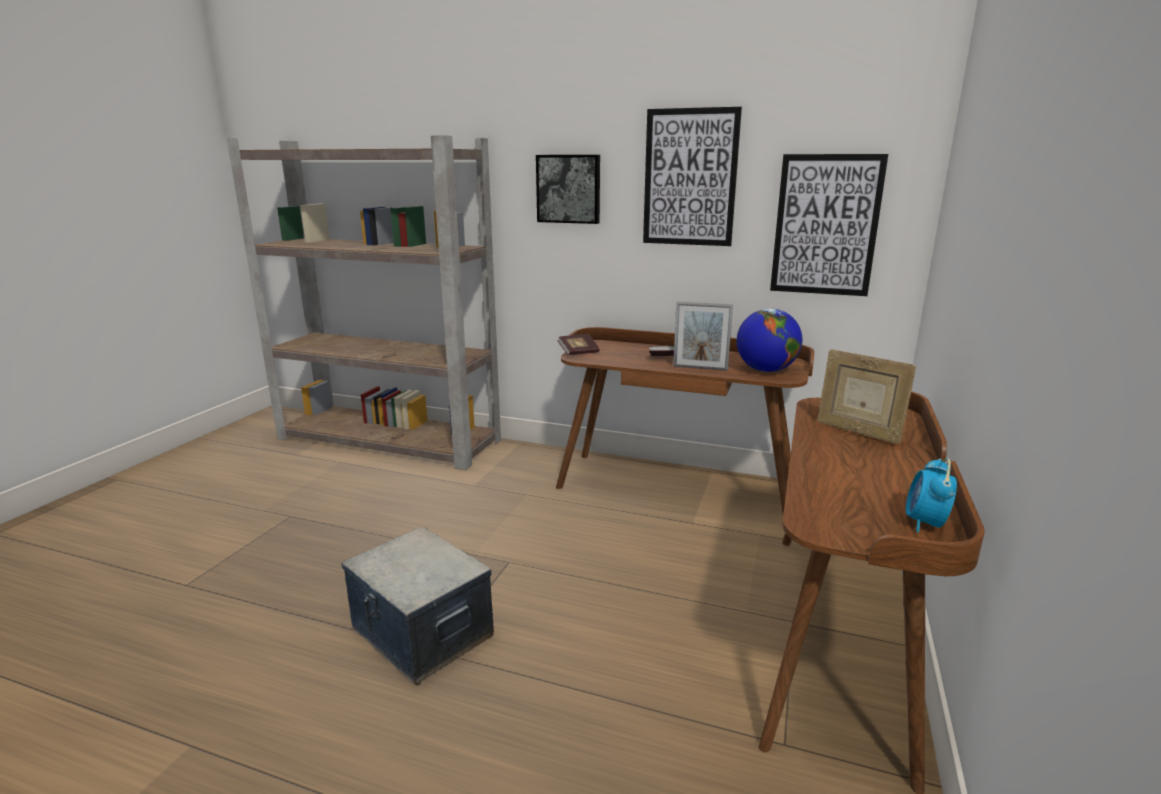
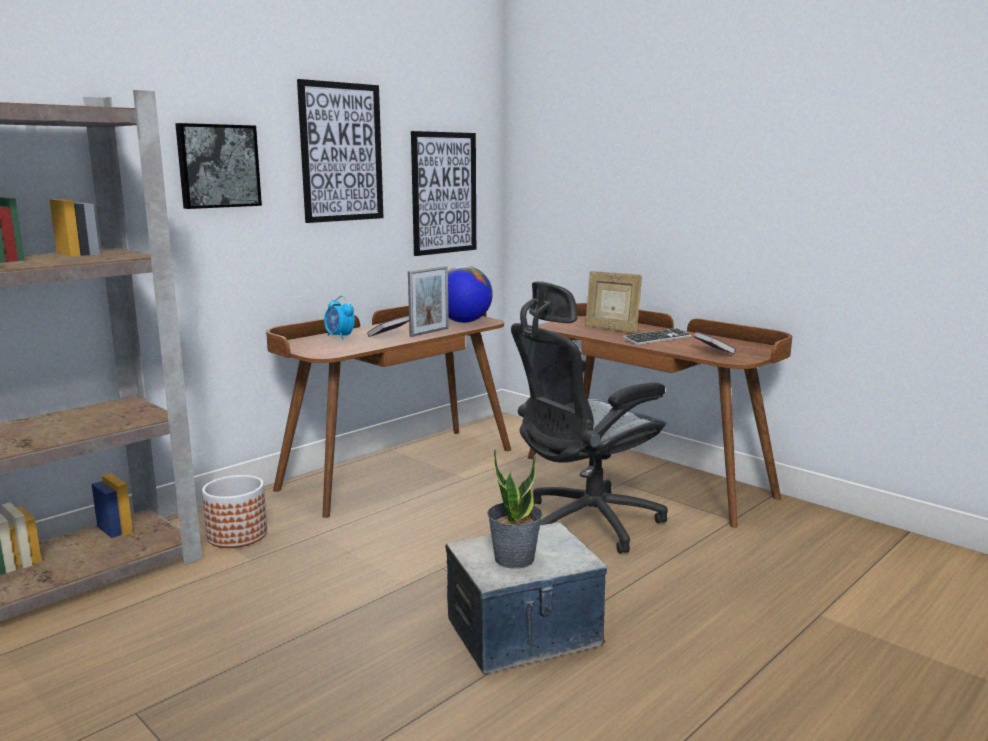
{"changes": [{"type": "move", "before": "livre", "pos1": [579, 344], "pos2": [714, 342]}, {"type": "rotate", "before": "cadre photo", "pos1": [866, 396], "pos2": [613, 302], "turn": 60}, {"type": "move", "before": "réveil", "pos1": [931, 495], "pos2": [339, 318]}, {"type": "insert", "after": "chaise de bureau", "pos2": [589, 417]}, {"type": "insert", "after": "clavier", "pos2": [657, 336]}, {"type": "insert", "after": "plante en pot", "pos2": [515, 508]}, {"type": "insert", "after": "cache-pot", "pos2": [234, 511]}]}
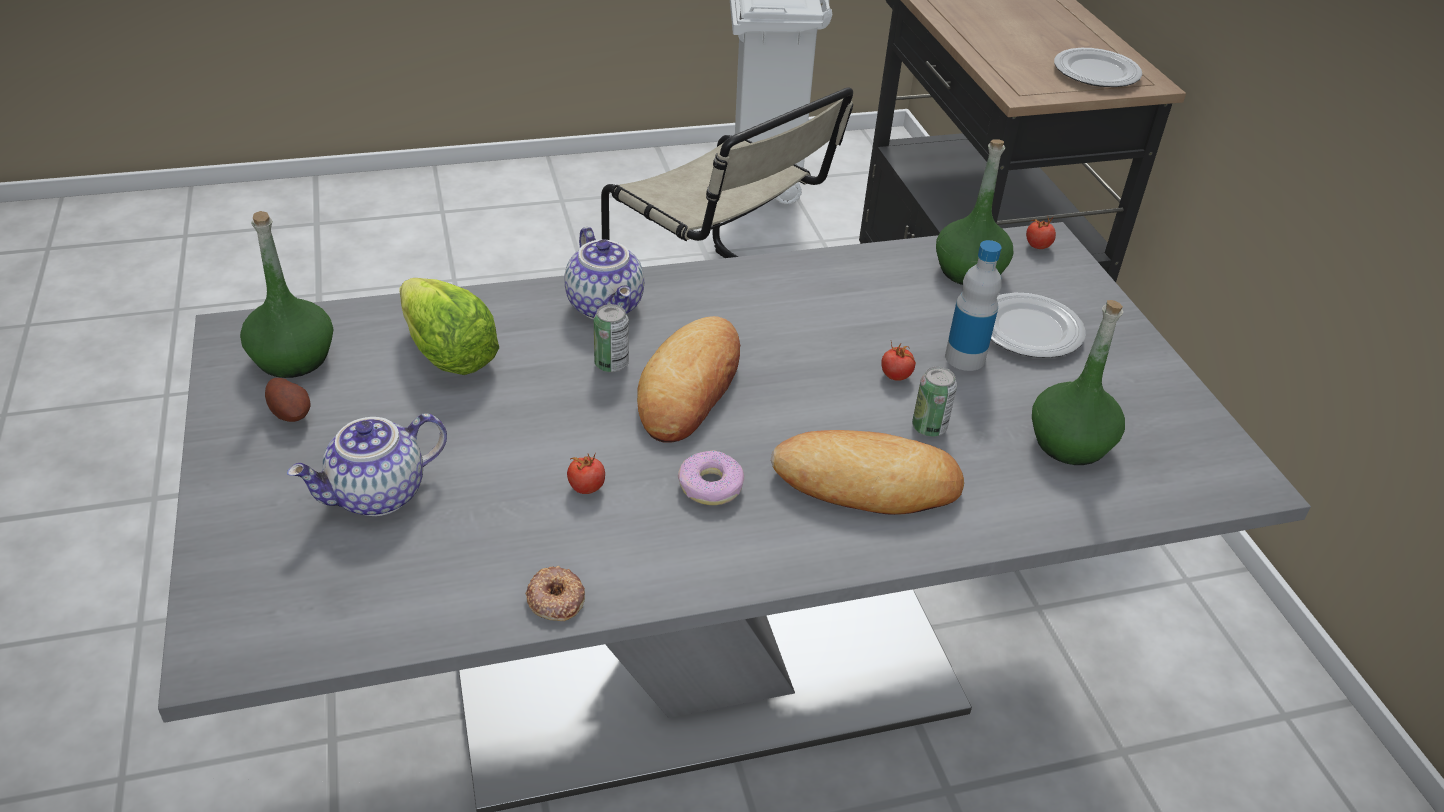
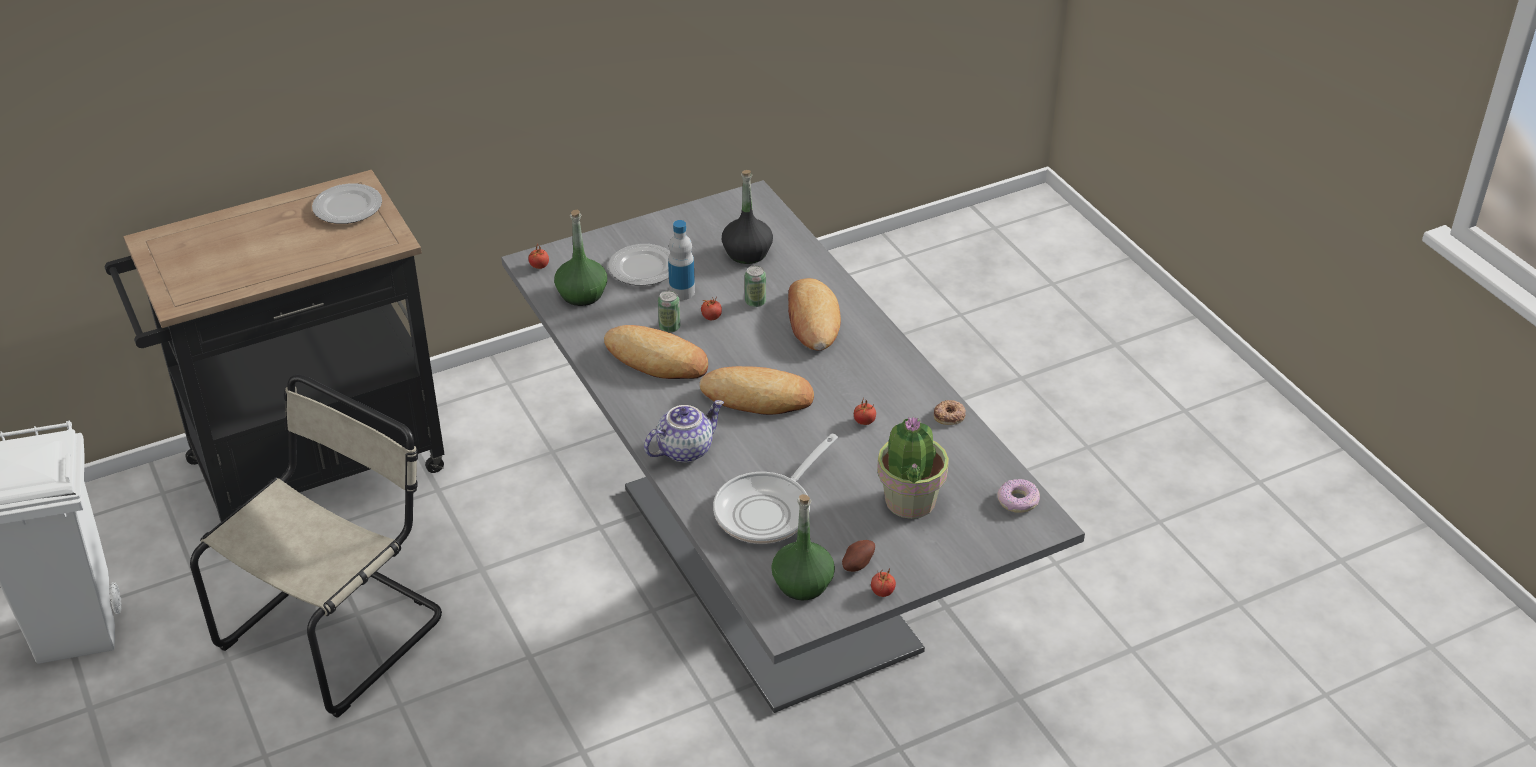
{"changes": [{"type": "replace", "before": "laitue", "after": "poêle", "pos1": [449, 326], "pos2": [775, 489]}, {"type": "recolor", "before": "bouteille [vert]", "after": "bouteille [noir]", "pos1": [1078, 382], "pos2": [747, 217]}, {"type": "move", "before": "boîte métallique", "pos1": [611, 338], "pos2": [669, 311]}, {"type": "replace", "before": "théière", "after": "plante en pot", "pos1": [367, 464], "pos2": [913, 468]}, {"type": "move", "before": "beignet", "pos1": [711, 478], "pos2": [1019, 496]}, {"type": "insert", "after": "pain", "pos2": [656, 352]}, {"type": "insert", "after": "tomate", "pos2": [883, 583]}]}
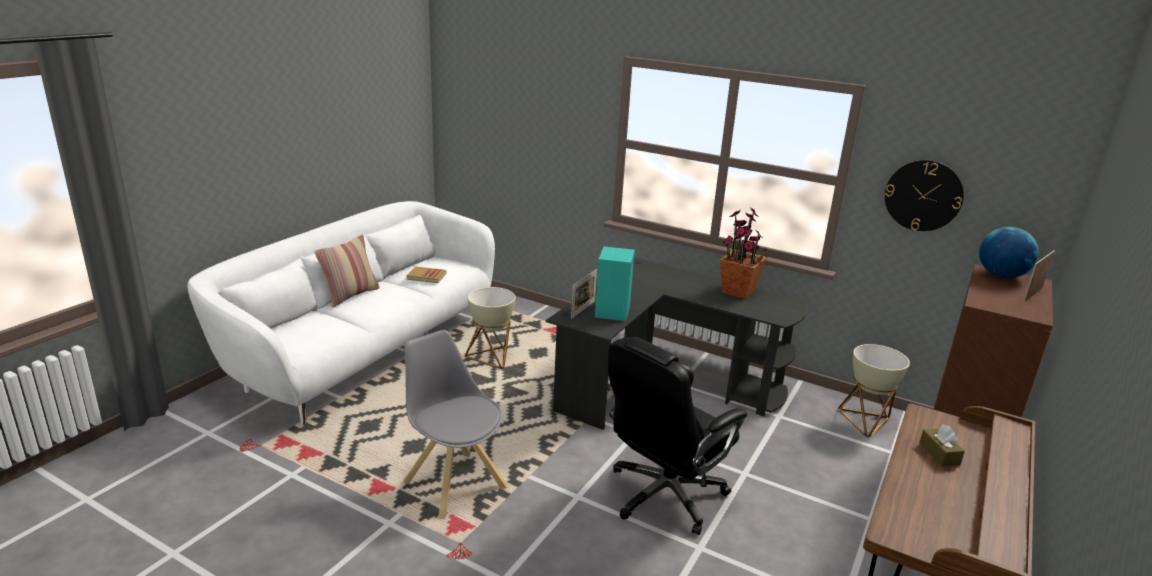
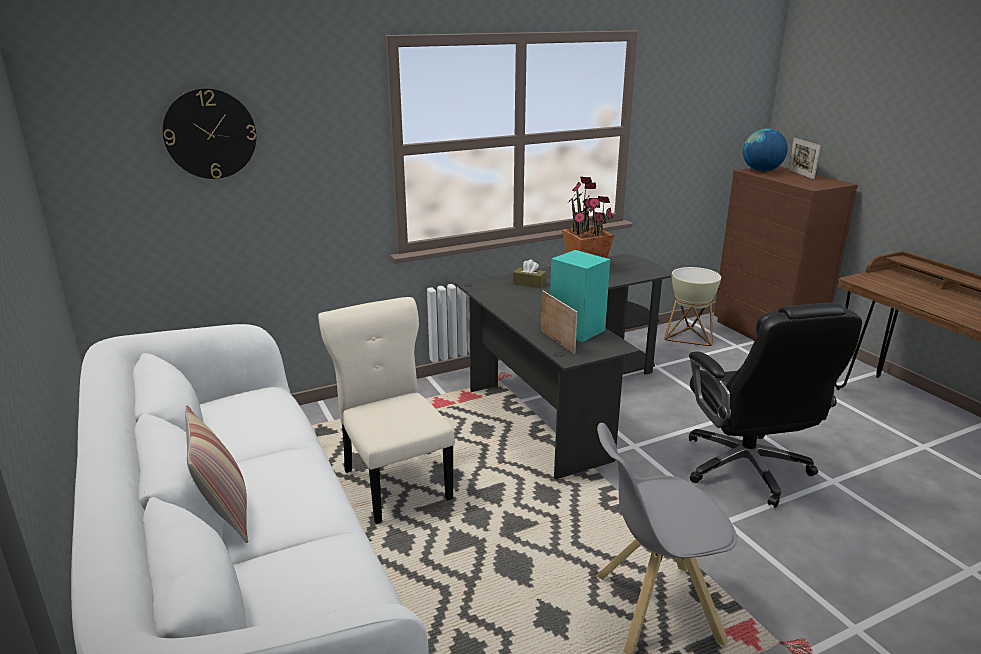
{"changes": [{"type": "move", "before": "horloge murale", "pos1": [924, 195], "pos2": [209, 133]}, {"type": "delete", "before": "livre", "pos1": [426, 274]}, {"type": "replace", "before": "cache-pot", "after": "chaise [beige]", "pos1": [490, 328], "pos2": [386, 410]}, {"type": "move", "before": "boîte à mouchoirs [marron]", "pos1": [942, 445], "pos2": [529, 273]}]}
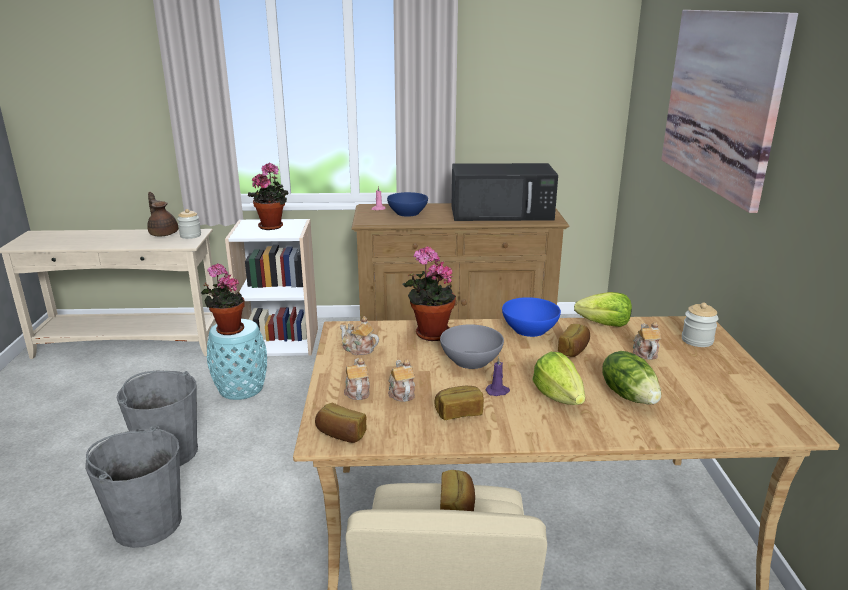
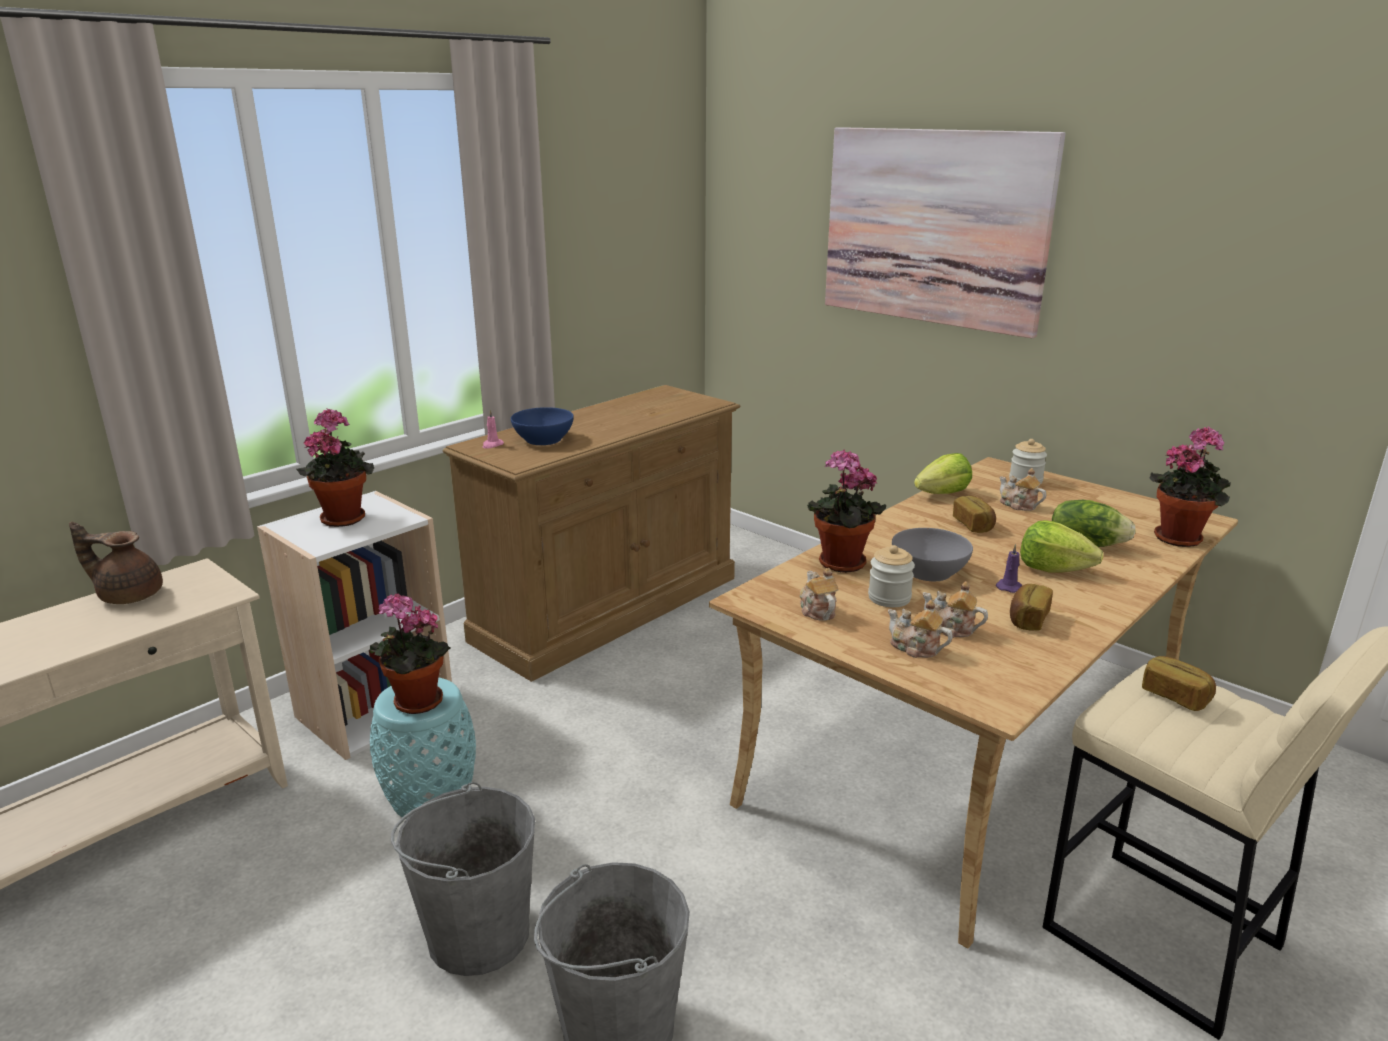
{"changes": [{"type": "delete", "before": "micro-ondes [noir]", "pos1": [504, 192]}, {"type": "move", "before": "bocal", "pos1": [189, 224], "pos2": [891, 576]}, {"type": "delete", "before": "bol [bleu]", "pos1": [531, 317]}, {"type": "rotate", "before": "théière", "pos1": [359, 335], "pos2": [819, 594], "turn": 90}, {"type": "delete", "before": "pain", "pos1": [340, 423]}, {"type": "insert", "after": "plante en pot", "pos2": [1190, 486]}]}
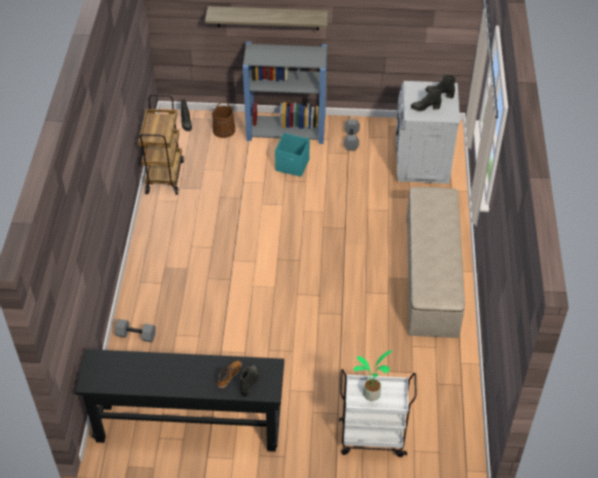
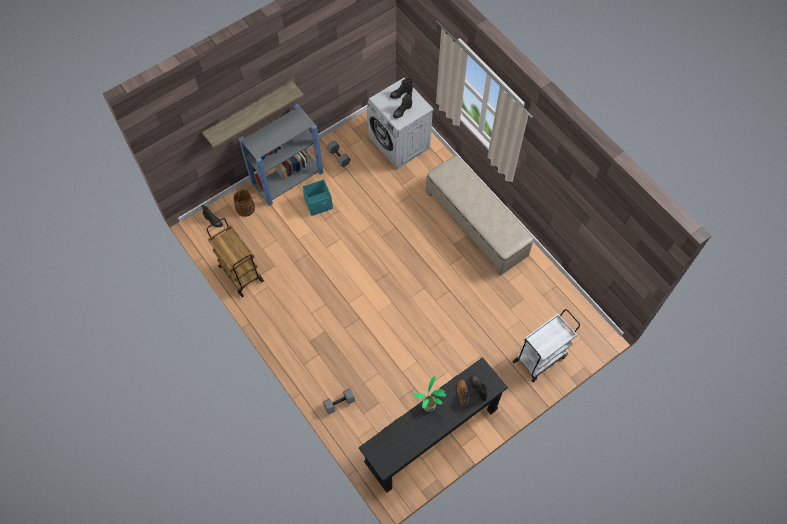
{"changes": [{"type": "move", "before": "plante en pot", "pos1": [373, 375], "pos2": [430, 394]}]}
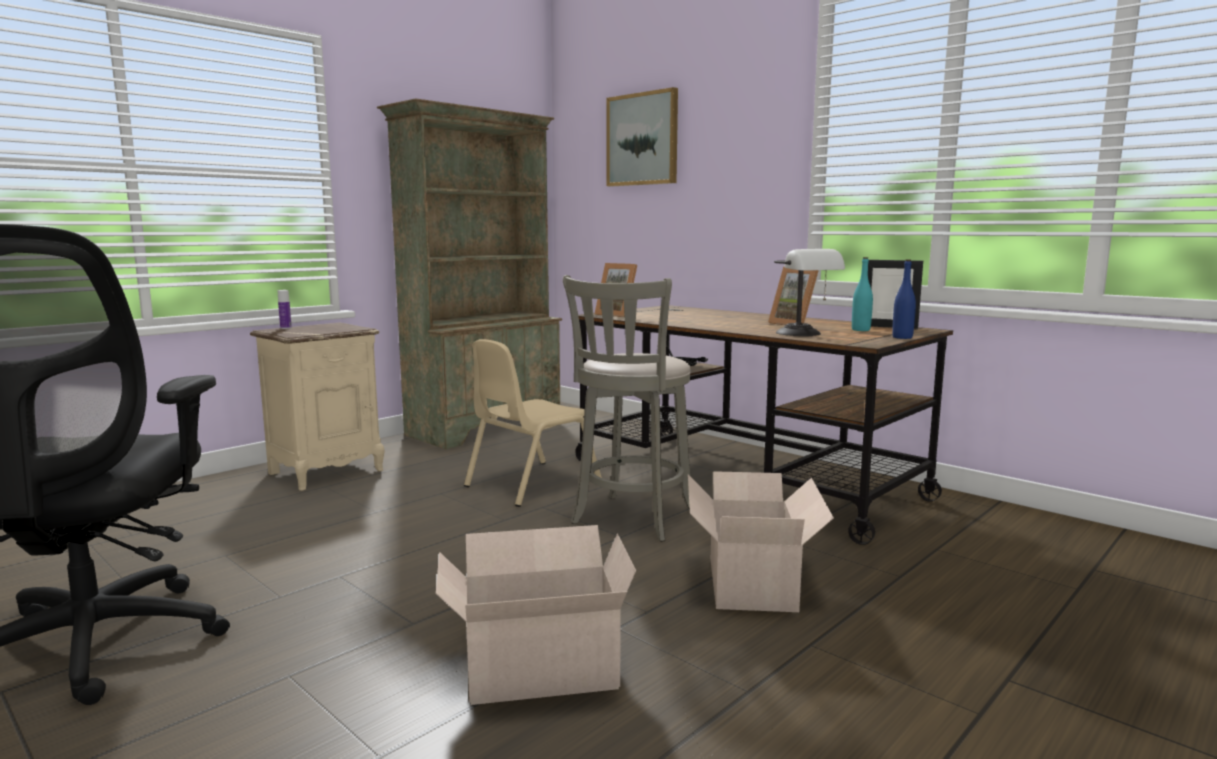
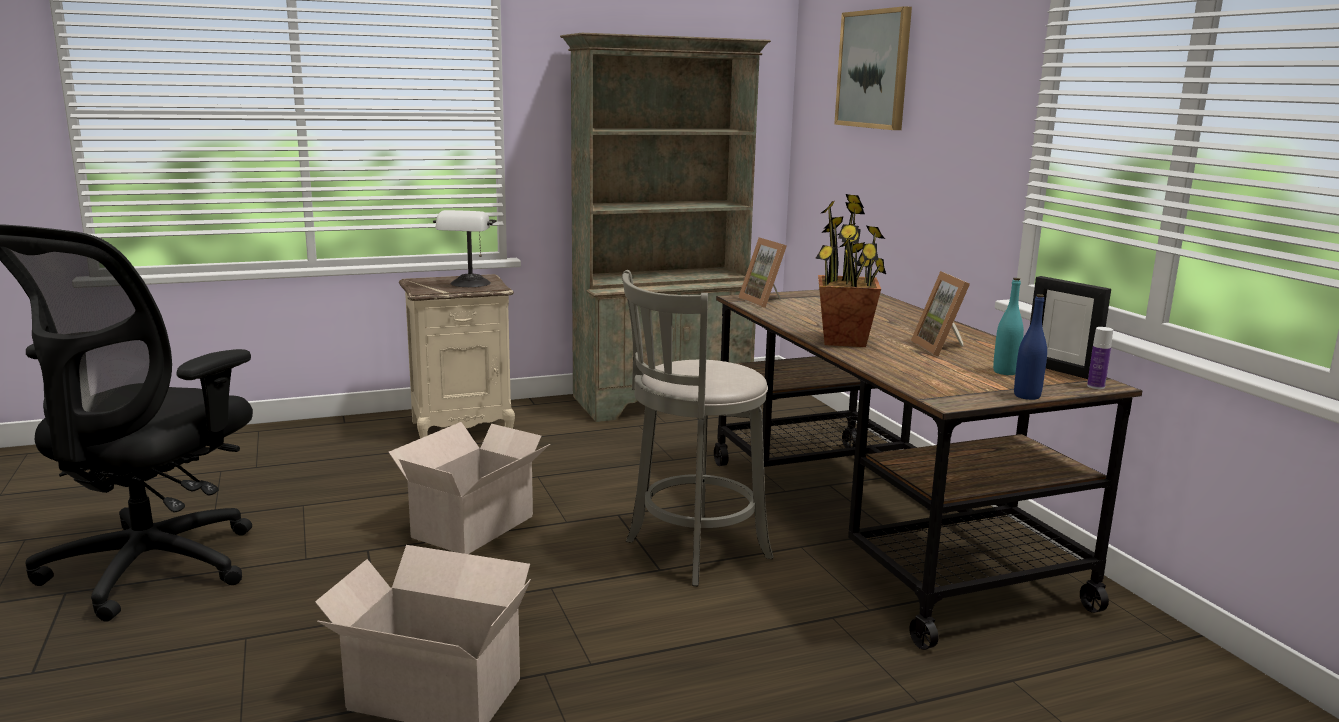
{"changes": [{"type": "move", "before": "lampe de table", "pos1": [809, 292], "pos2": [465, 248]}, {"type": "move", "before": "bouteille", "pos1": [285, 309], "pos2": [1100, 358]}, {"type": "delete", "before": "chaise [beige]", "pos1": [533, 423]}, {"type": "move", "before": "carton", "pos1": [761, 541], "pos2": [469, 488]}, {"type": "insert", "after": "plante en pot", "pos2": [850, 270]}]}
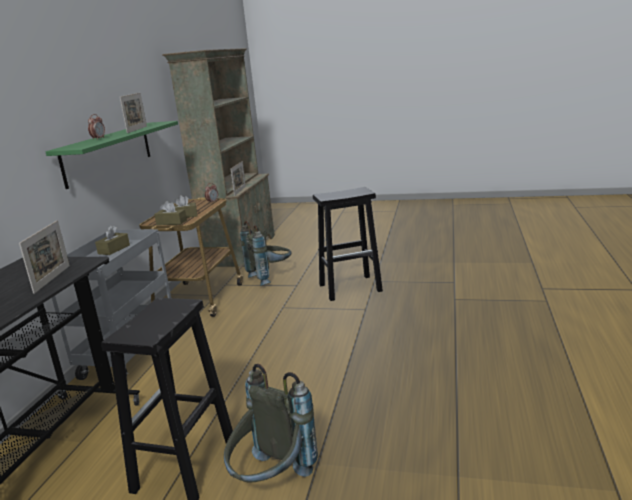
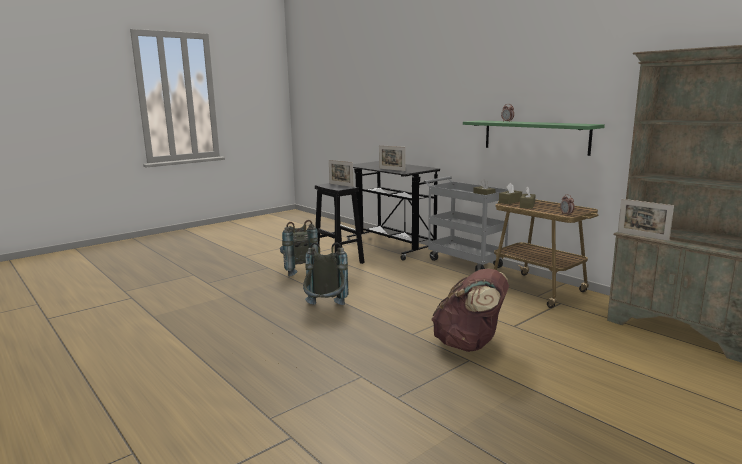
{"changes": [{"type": "move", "before": "cadre photo", "pos1": [133, 113], "pos2": [341, 173]}, {"type": "replace", "before": "tabouret [noir]", "after": "sac à dos [marron]", "pos1": [348, 244], "pos2": [470, 310]}, {"type": "move", "before": "sac à dos [gris]", "pos1": [265, 253], "pos2": [325, 273]}]}
